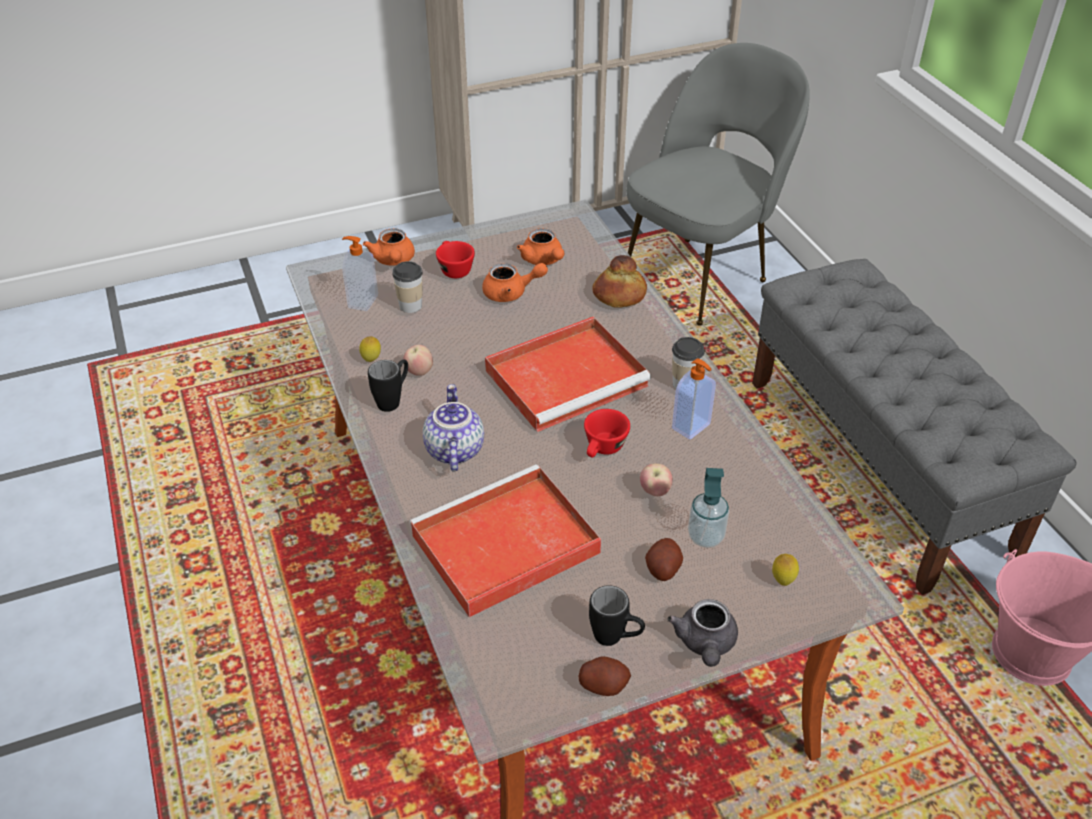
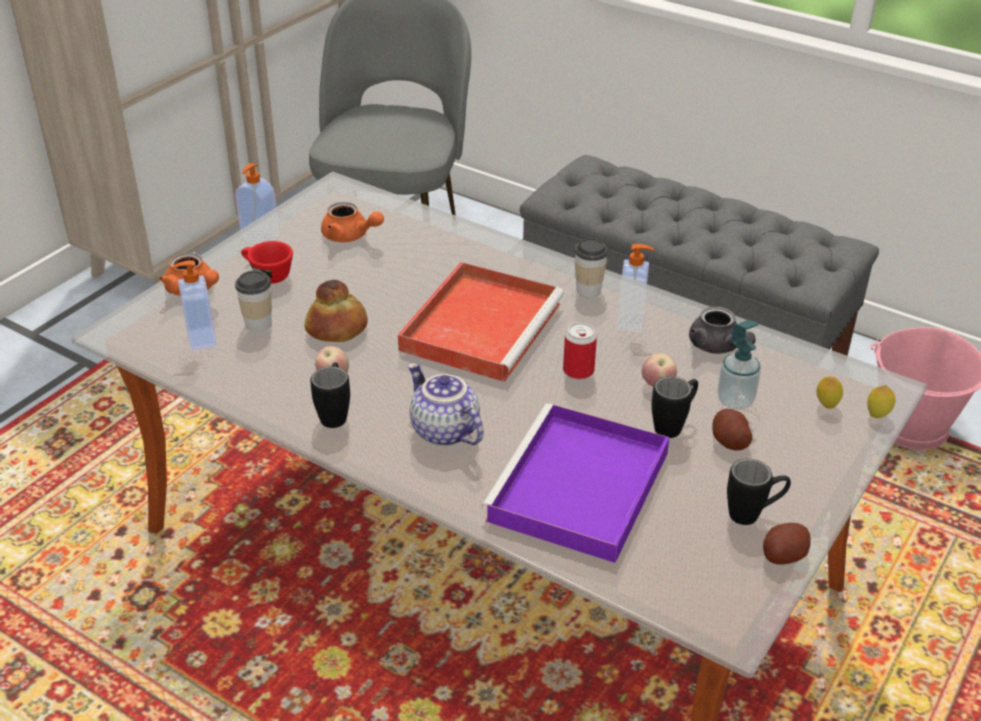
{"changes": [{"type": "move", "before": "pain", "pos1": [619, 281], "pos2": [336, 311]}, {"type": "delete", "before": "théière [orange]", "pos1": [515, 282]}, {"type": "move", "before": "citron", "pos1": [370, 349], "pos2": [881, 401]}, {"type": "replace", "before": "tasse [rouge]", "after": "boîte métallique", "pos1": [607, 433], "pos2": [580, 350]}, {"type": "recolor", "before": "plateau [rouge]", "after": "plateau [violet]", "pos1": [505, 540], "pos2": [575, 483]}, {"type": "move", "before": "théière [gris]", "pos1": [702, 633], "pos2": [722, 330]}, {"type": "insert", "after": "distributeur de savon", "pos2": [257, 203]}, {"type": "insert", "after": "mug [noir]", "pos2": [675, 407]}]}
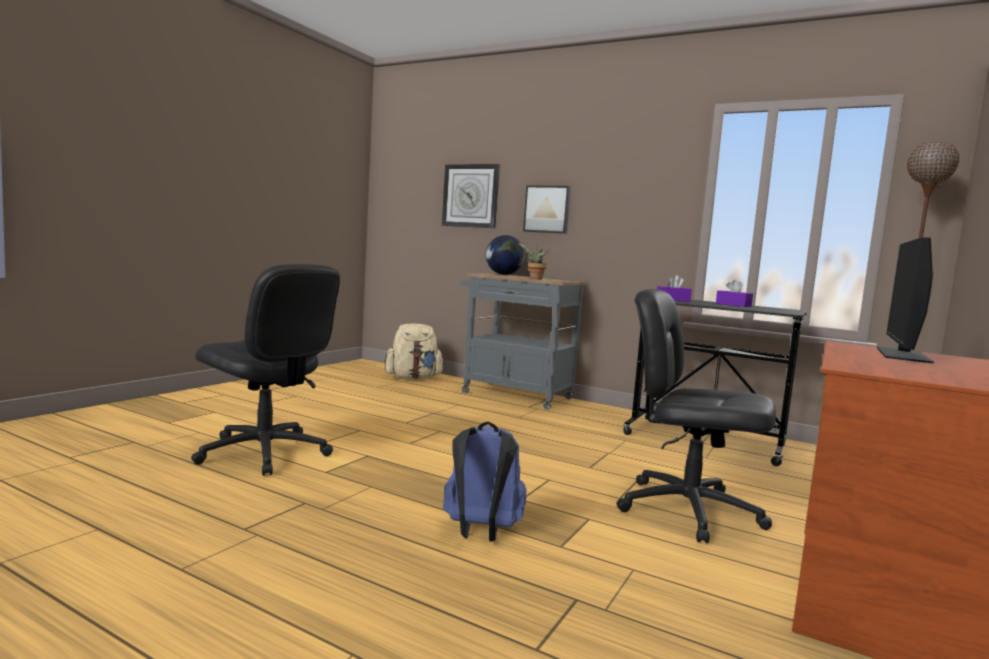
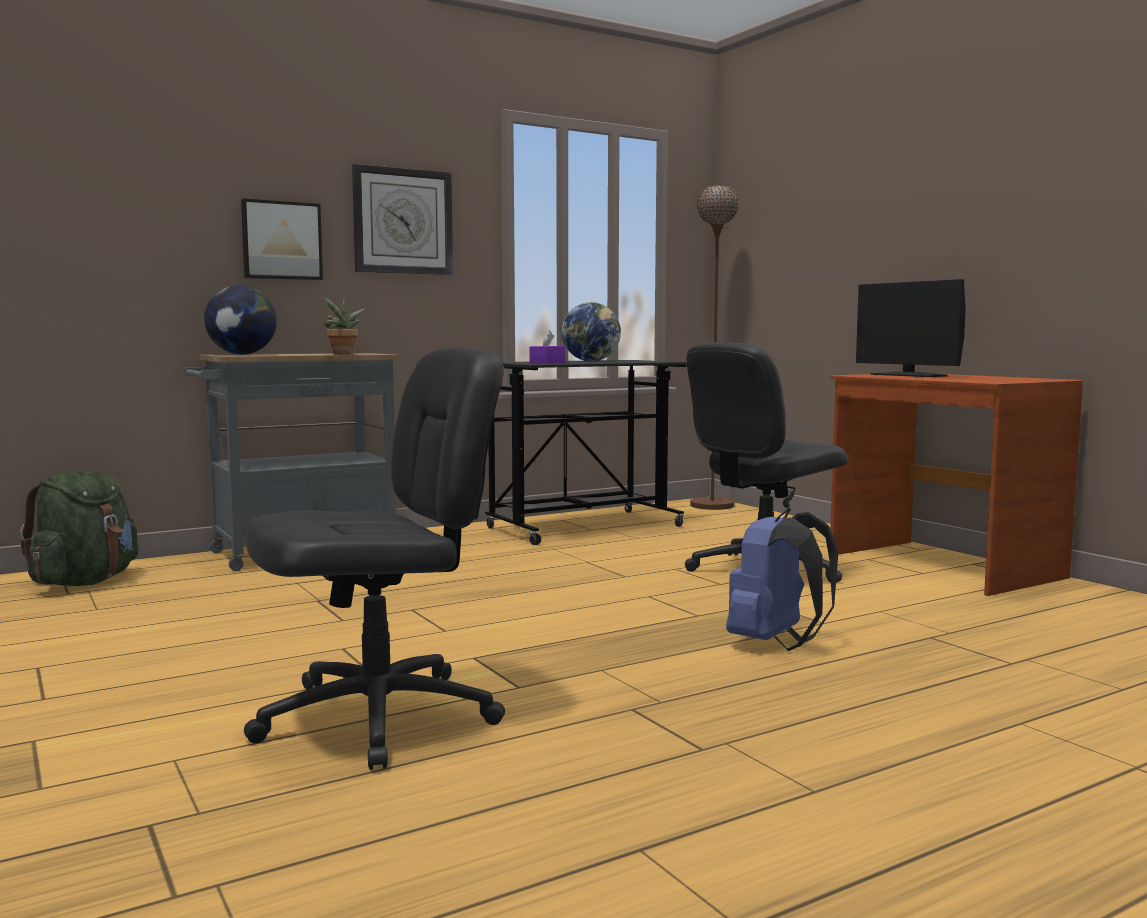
{"changes": [{"type": "move", "before": "horloge murale", "pos1": [471, 196], "pos2": [402, 219]}, {"type": "replace", "before": "boîte à mouchoirs [violet]", "after": "globe", "pos1": [734, 293], "pos2": [591, 331]}, {"type": "recolor", "before": "sac à dos [beige]", "after": "sac à dos [vert]", "pos1": [415, 351], "pos2": [79, 528]}]}
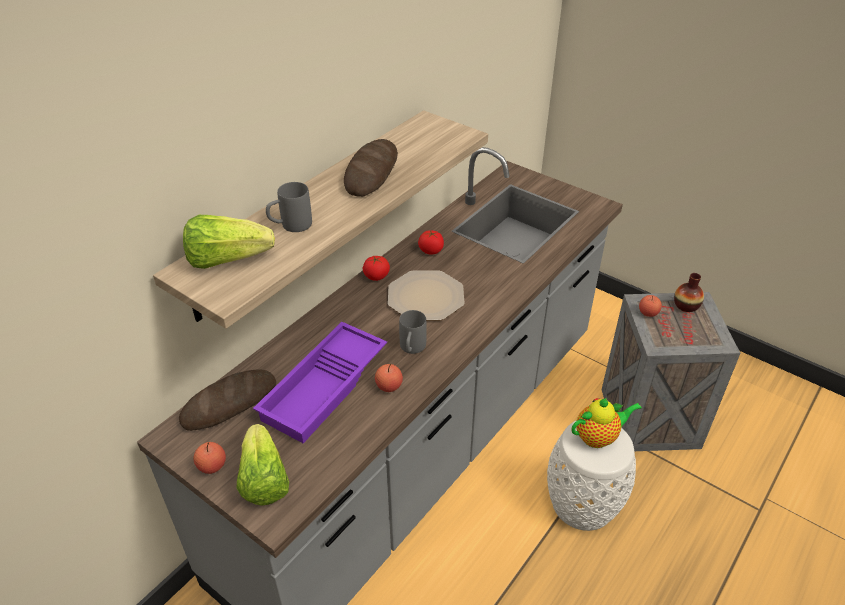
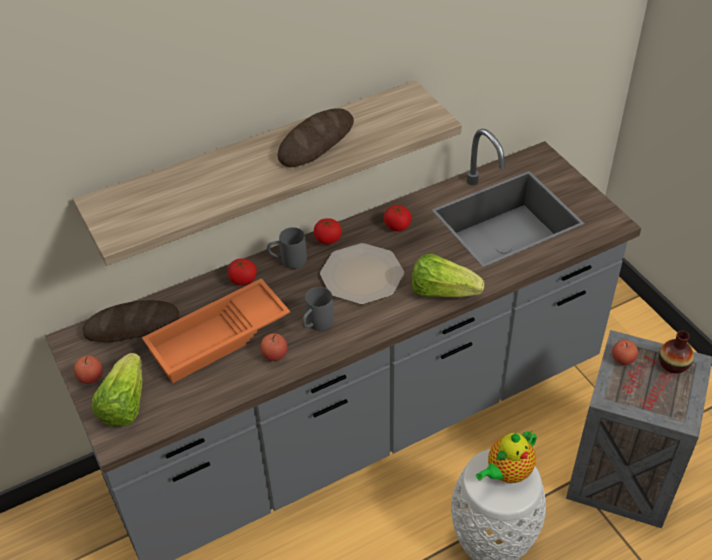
{"changes": [{"type": "move", "before": "mug [gris]", "pos1": [289, 207], "pos2": [287, 248]}, {"type": "move", "before": "laitue", "pos1": [229, 242], "pos2": [448, 275]}, {"type": "recolor", "before": "plateau [violet]", "after": "plateau [orange]", "pos1": [320, 382], "pos2": [216, 330]}, {"type": "rotate", "before": "théière", "pos1": [607, 423], "pos2": [506, 457], "turn": 135}, {"type": "insert", "after": "tomate", "pos2": [242, 272]}]}
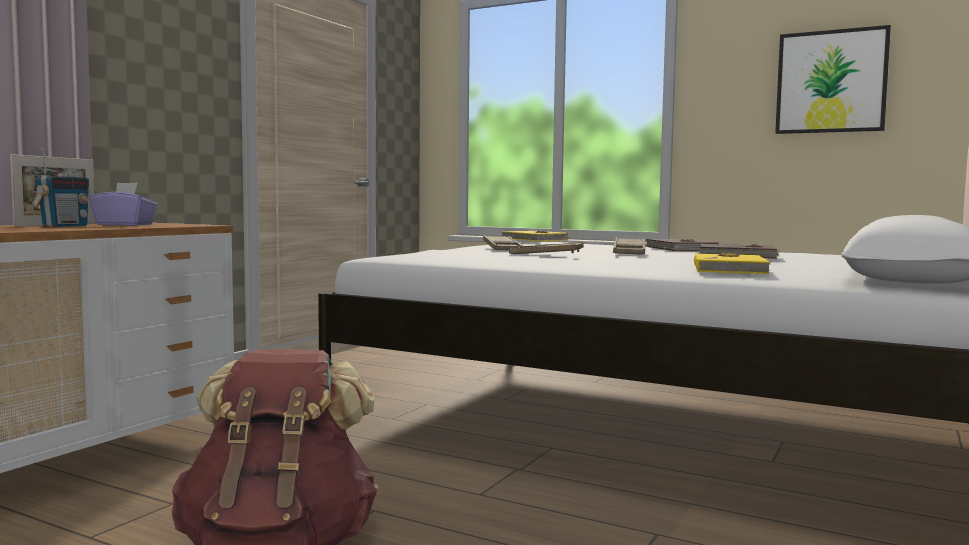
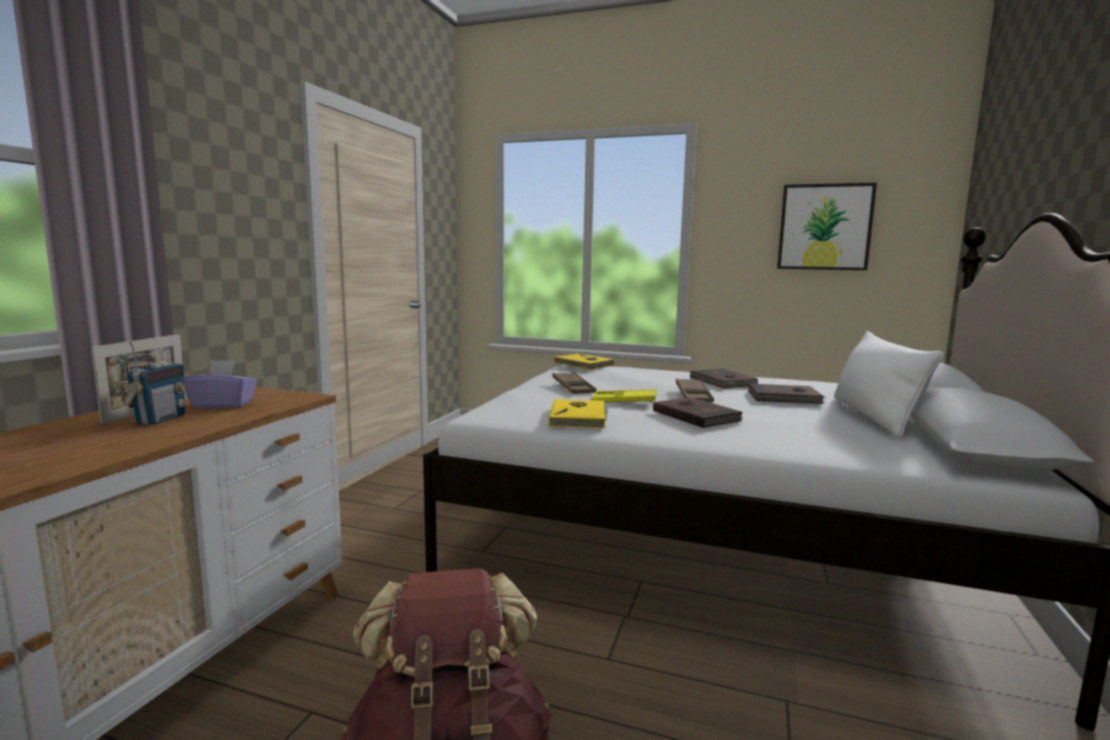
{"changes": [{"type": "recolor", "before": "plateau [marron]", "after": "plateau [jaune]", "pos1": [546, 248], "pos2": [624, 396]}, {"type": "move", "before": "livre [jaune]", "pos1": [732, 263], "pos2": [578, 413]}, {"type": "insert", "after": "coussin [blanc]", "pos2": [889, 384]}, {"type": "insert", "after": "livre [marron]", "pos2": [698, 412]}]}
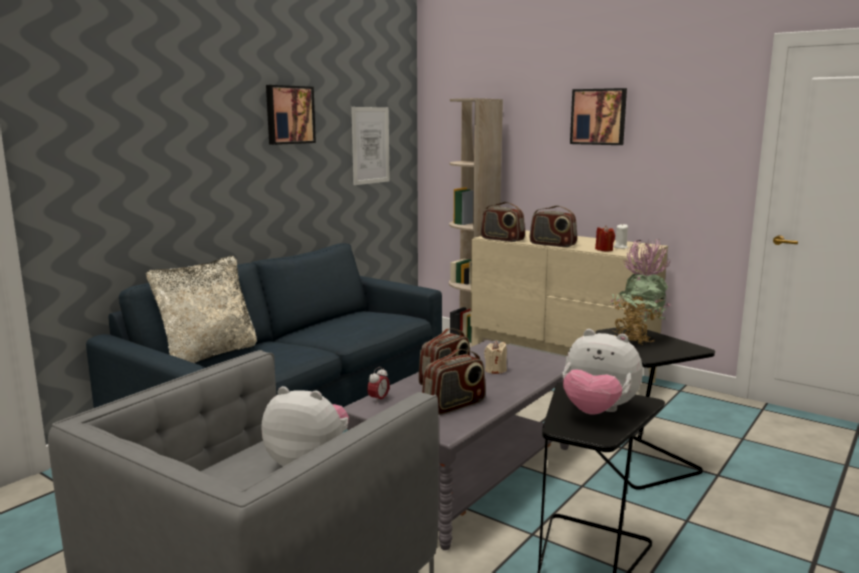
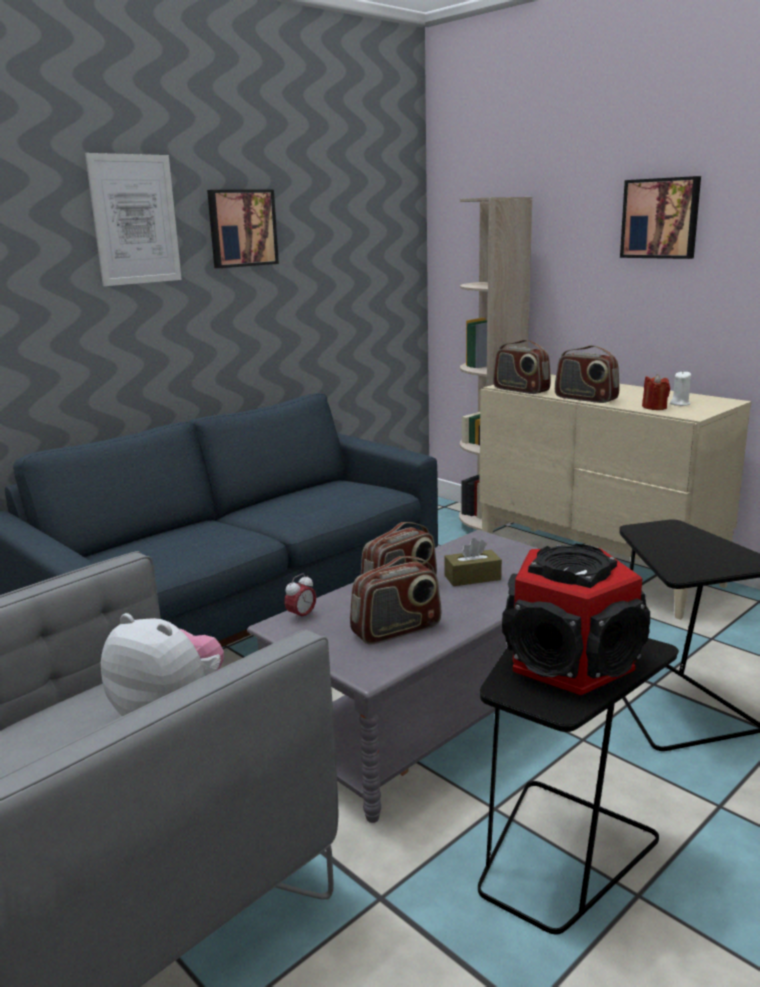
{"changes": [{"type": "move", "before": "tableau", "pos1": [370, 146], "pos2": [133, 219]}, {"type": "delete", "before": "plante en pot", "pos1": [640, 292]}, {"type": "delete", "before": "coussin [beige]", "pos1": [201, 309]}, {"type": "replace", "before": "peluche", "after": "enceinte", "pos1": [603, 372], "pos2": [576, 619]}, {"type": "replace", "before": "bougie [beige]", "after": "boîte à mouchoirs [marron]", "pos1": [495, 357], "pos2": [473, 562]}]}
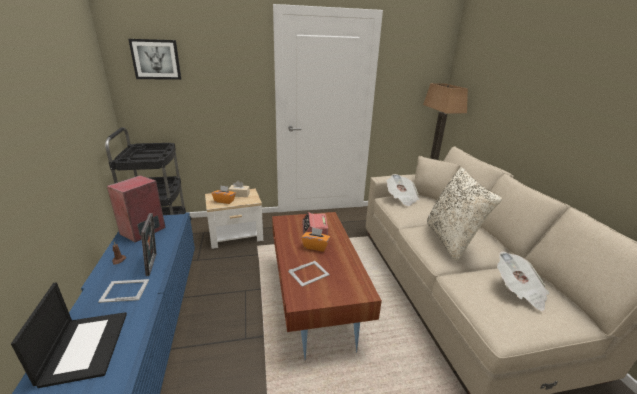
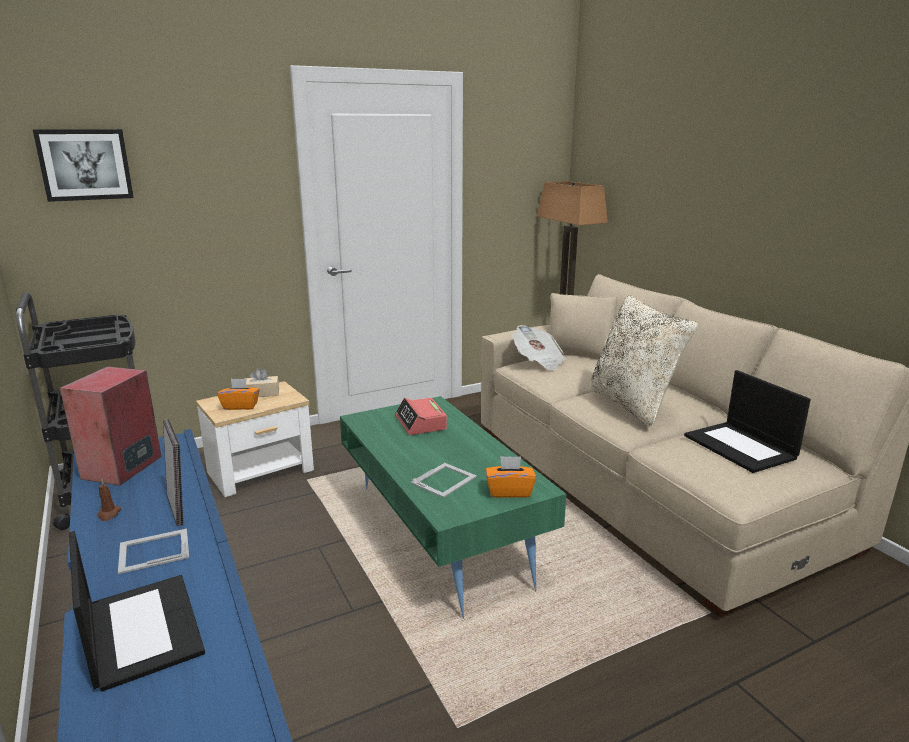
{"changes": [{"type": "recolor", "before": "table basse [marron]", "after": "table basse [vert]", "pos1": [327, 286], "pos2": [453, 507]}, {"type": "move", "before": "boîte à mouchoirs [orange]", "pos1": [316, 239], "pos2": [511, 477]}, {"type": "replace", "before": "journal", "after": "ordinateur portable", "pos1": [523, 281], "pos2": [747, 421]}]}
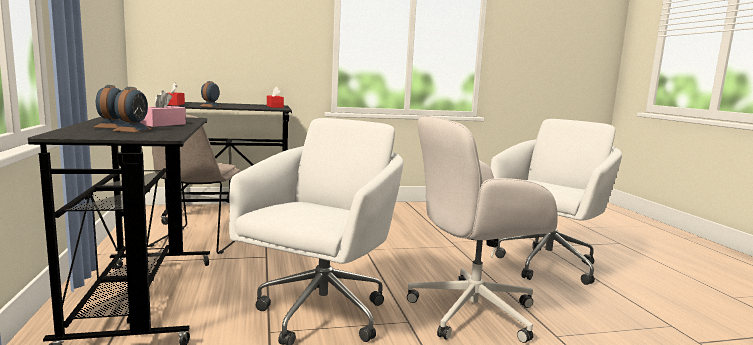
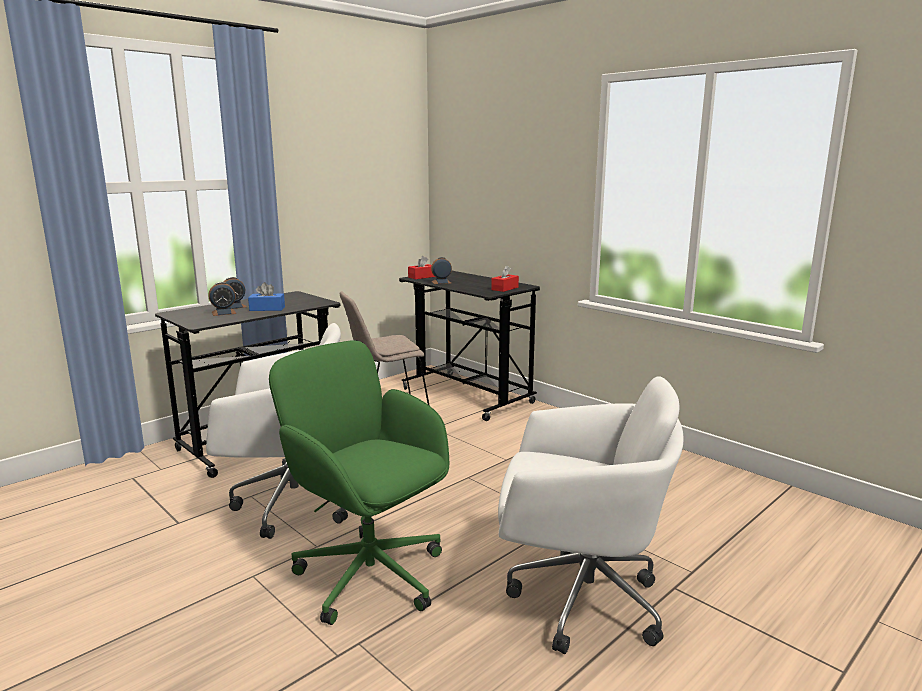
{"changes": [{"type": "recolor", "before": "boîte à mouchoirs [rose]", "after": "boîte à mouchoirs [bleu]", "pos1": [163, 108], "pos2": [266, 296]}, {"type": "recolor", "before": "chaise de bureau [blanc]", "after": "chaise de bureau [vert]", "pos1": [482, 229], "pos2": [359, 482]}]}
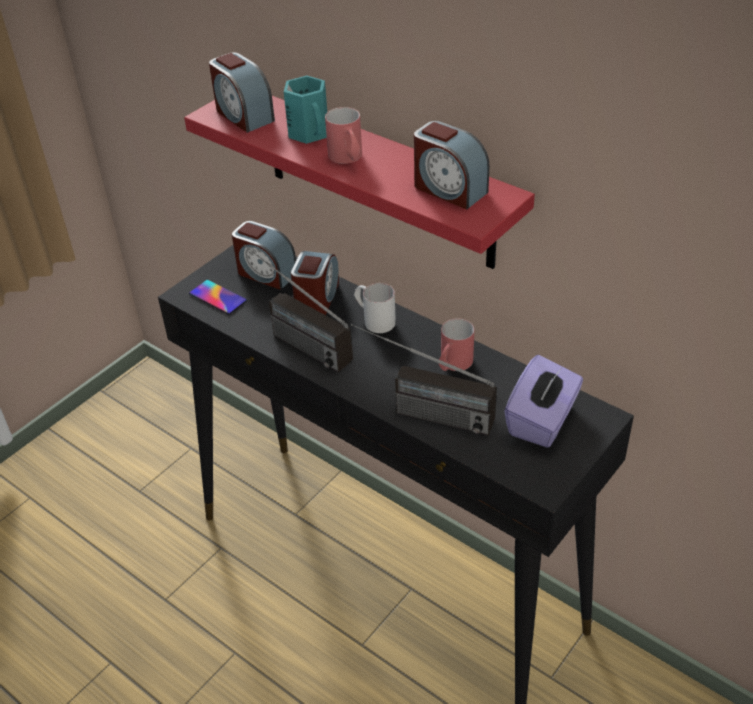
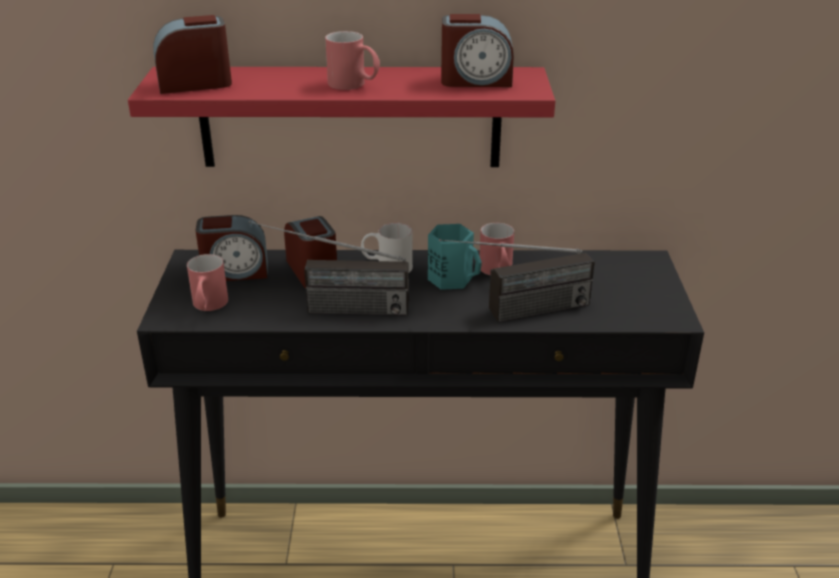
{"changes": [{"type": "rotate", "before": "réveil", "pos1": [242, 93], "pos2": [192, 54], "turn": 150}, {"type": "move", "before": "mug [turquoise]", "pos1": [305, 110], "pos2": [455, 257]}, {"type": "replace", "before": "téléphone", "after": "mug [rouge]", "pos1": [218, 297], "pos2": [207, 282]}, {"type": "delete", "before": "boîte à mouchoirs [violet]", "pos1": [543, 401]}]}
